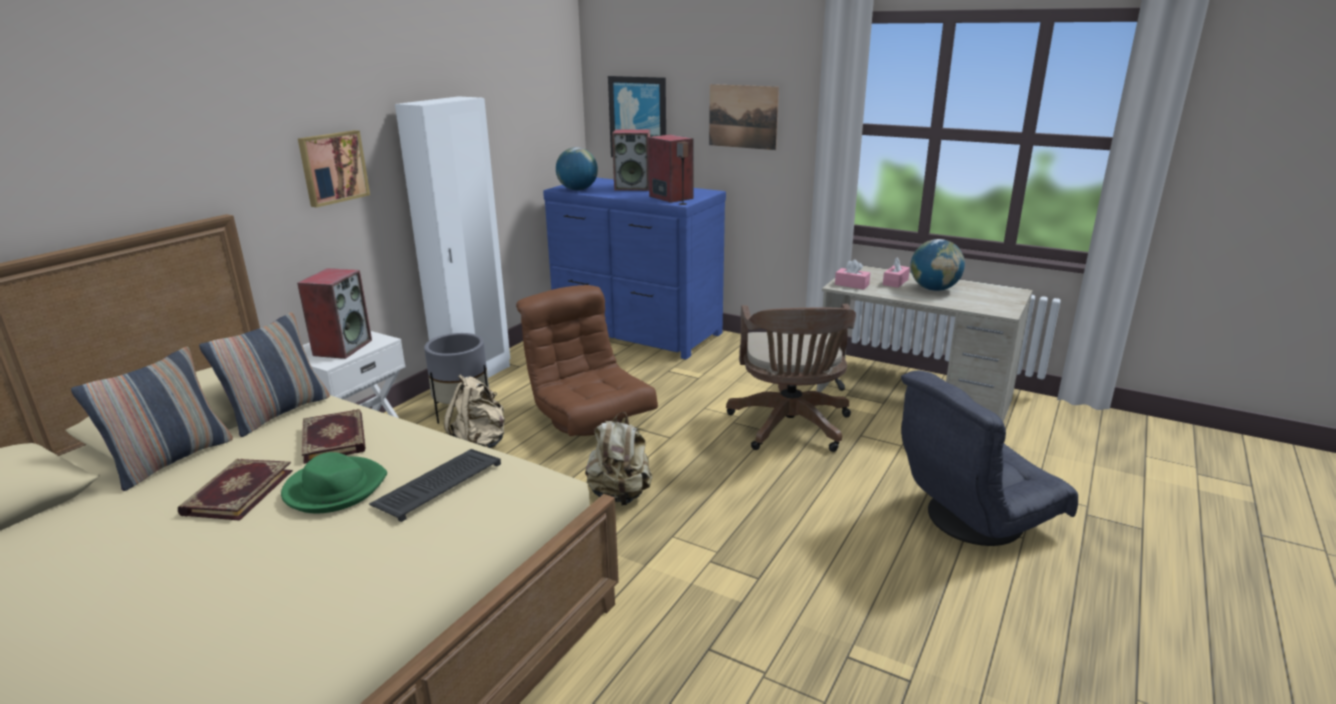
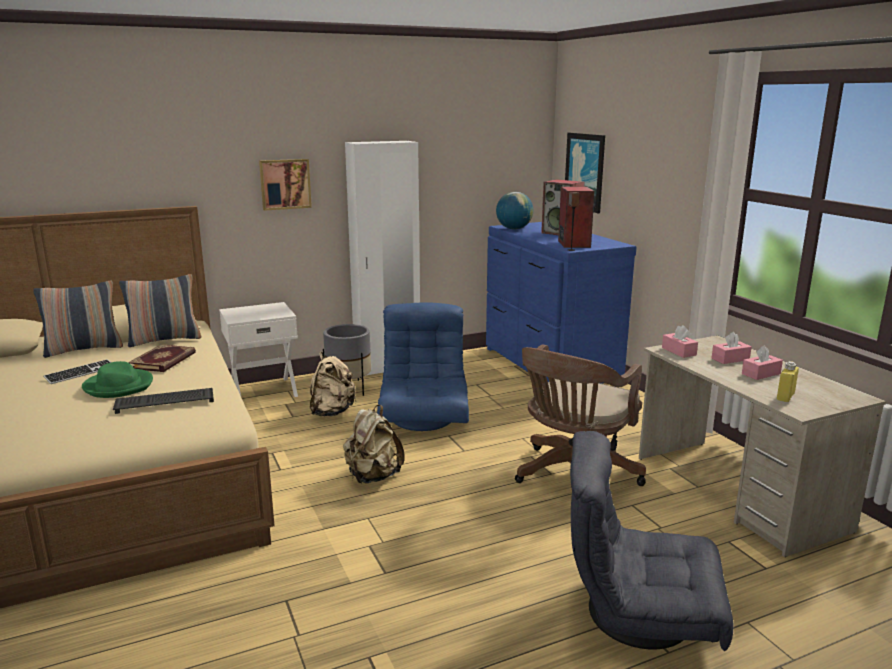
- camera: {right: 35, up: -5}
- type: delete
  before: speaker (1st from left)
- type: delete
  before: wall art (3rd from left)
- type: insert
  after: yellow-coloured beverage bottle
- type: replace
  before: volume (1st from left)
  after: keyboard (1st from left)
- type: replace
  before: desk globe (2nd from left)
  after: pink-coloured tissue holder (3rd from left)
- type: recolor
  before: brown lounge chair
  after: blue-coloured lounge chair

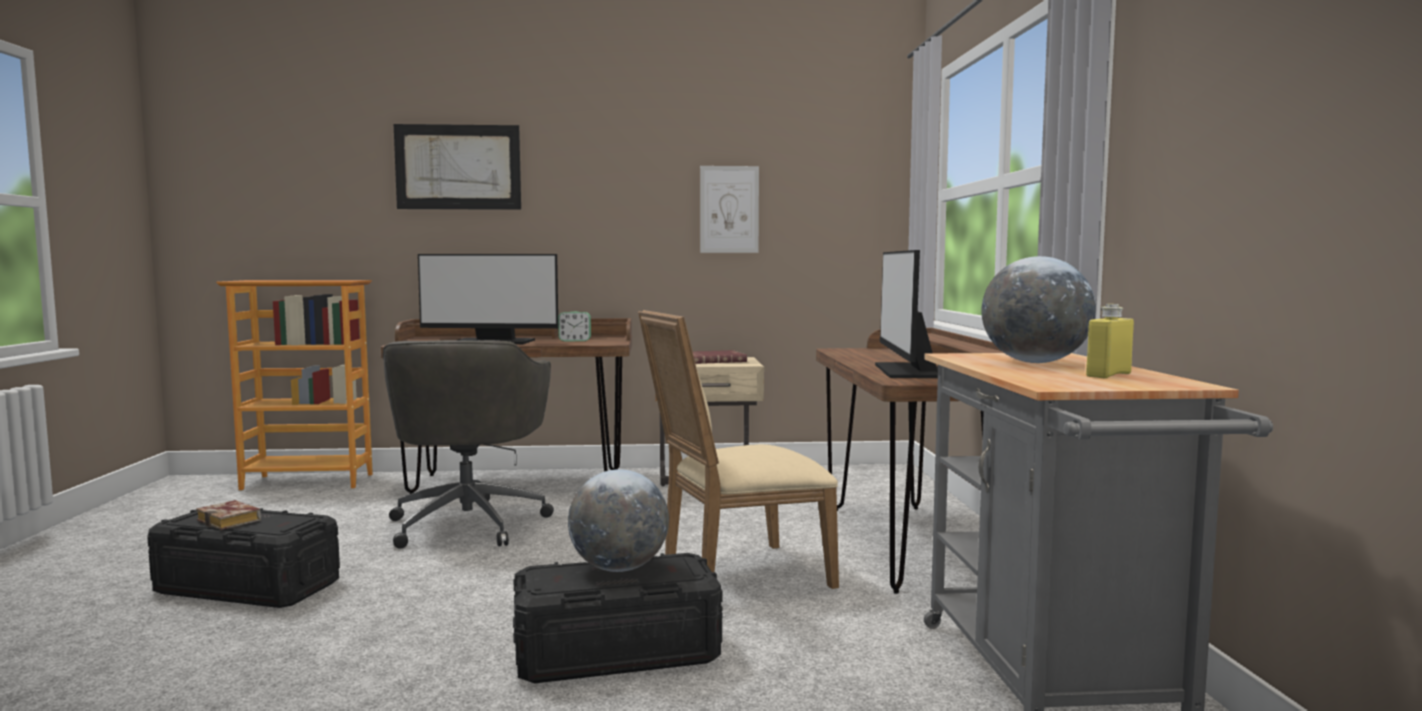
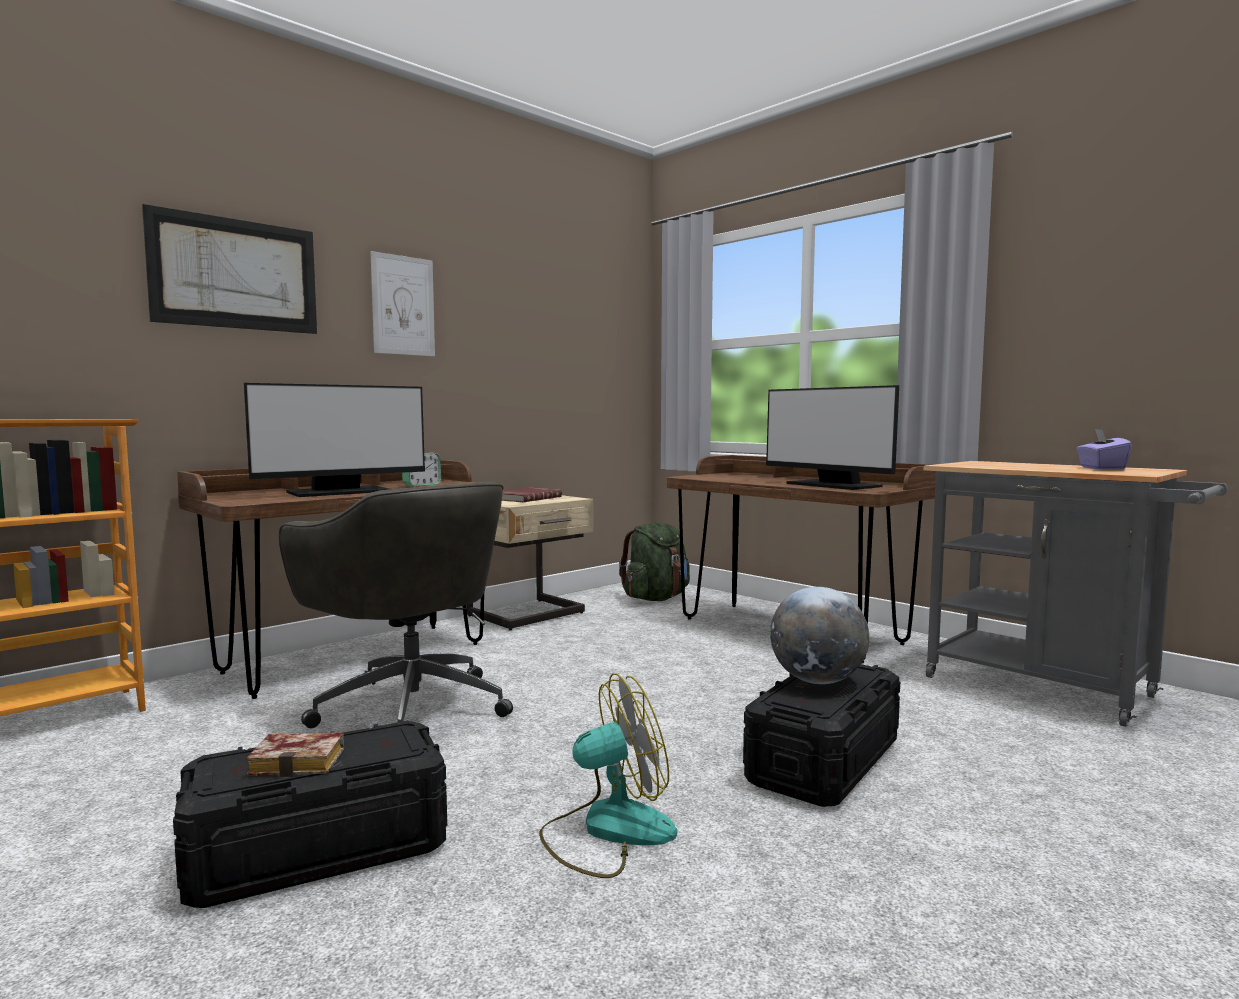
- camera: {right: -40, up: 0}
- type: delete
  before: beige upright chair
- type: delete
  before: desk globe (2nd from left)
- type: insert
  after: electric fan
- type: insert
  after: green-coloured backpack
- type: move
  before: wall art (2nd from left)
- type: replace
  before: yellow-coloured beverage bottle
  after: purplish tissue holder

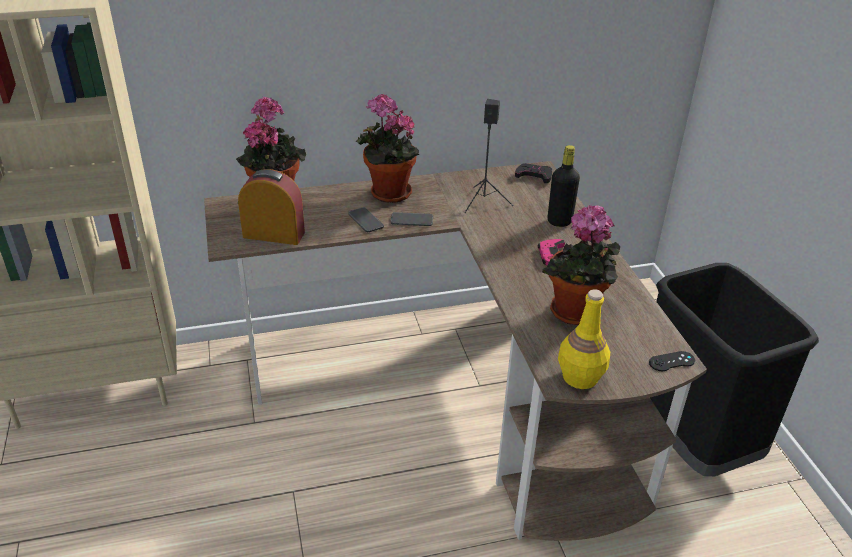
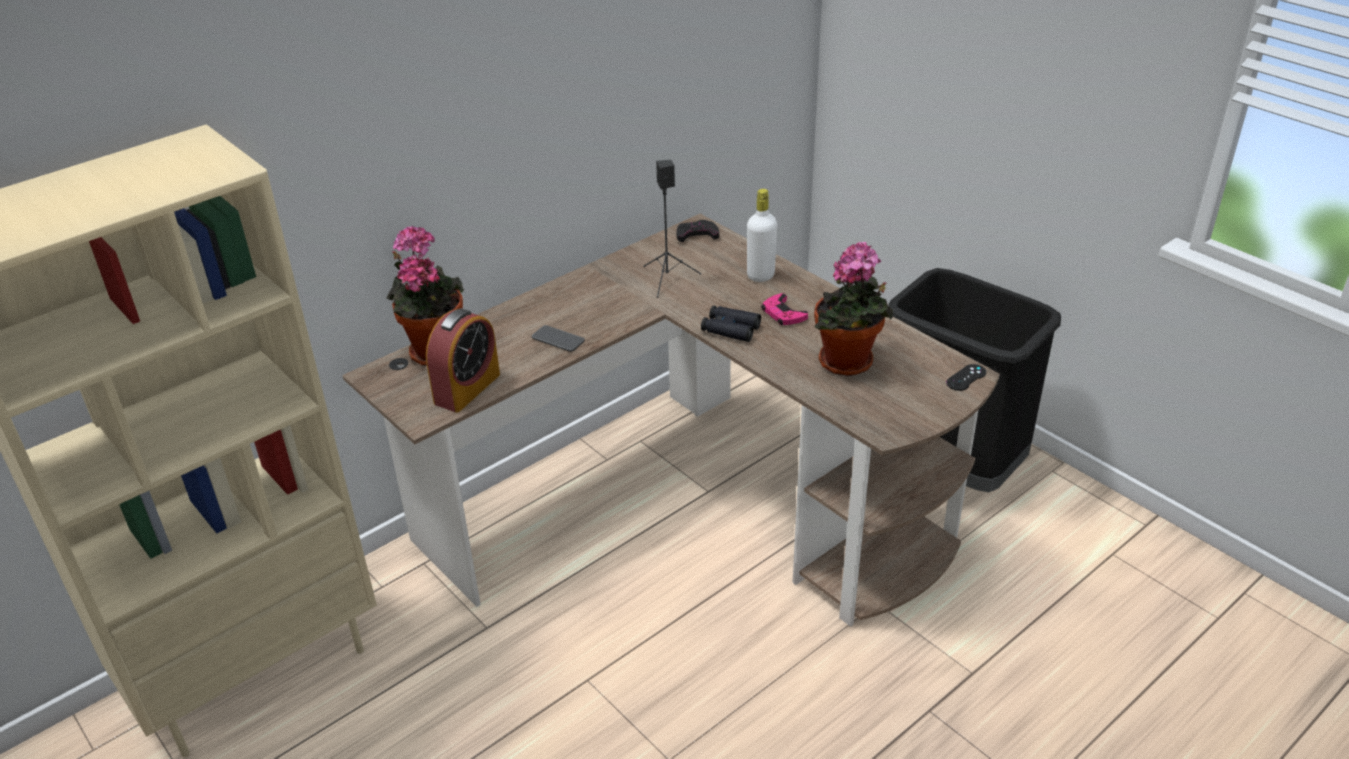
- camera: {right: -25, up: 0}
- type: delete
  before: houseplant (2nd from left)
- type: delete
  before: handset (2nd from left)
- type: delete
  before: yellow-coloured beverage bottle
- type: insert
  after: black field glasses
- type: recolor
  before: black beverage bottle
  after: white beverage bottle
- type: rotate
  before: bedside clock
  turn: 135

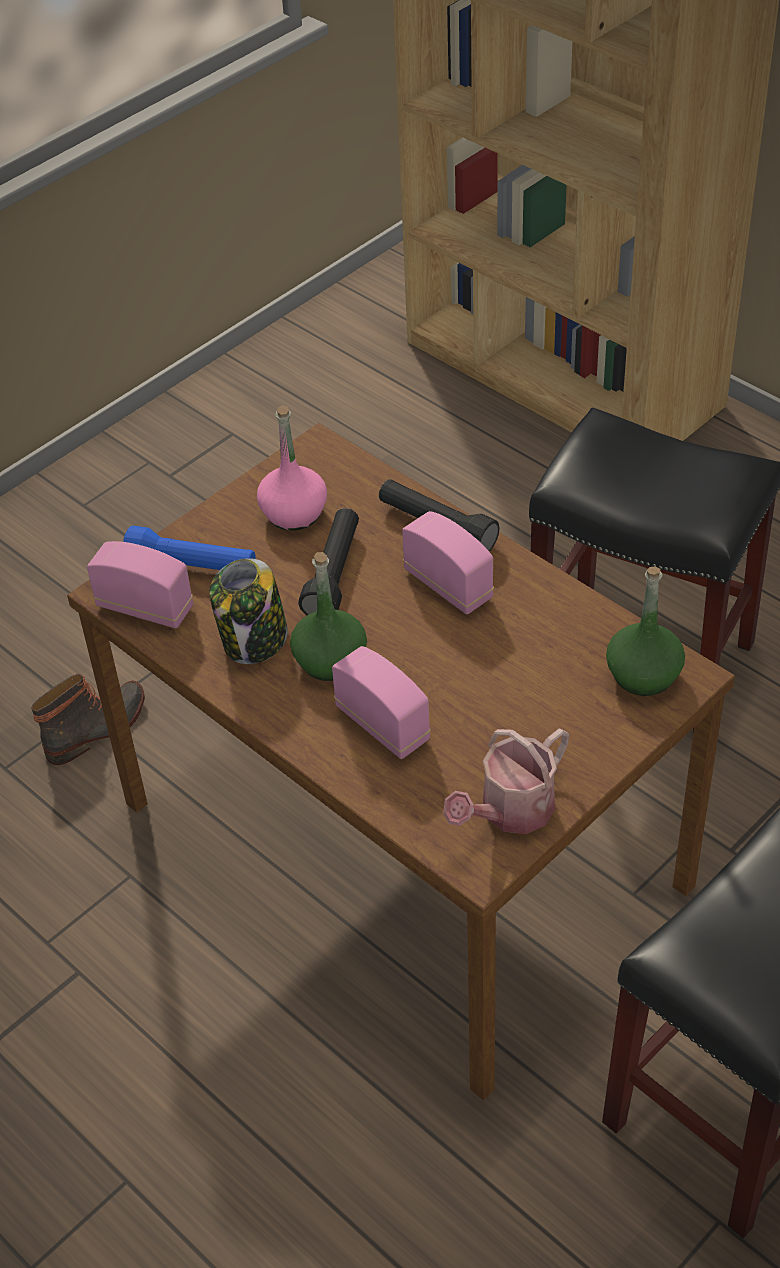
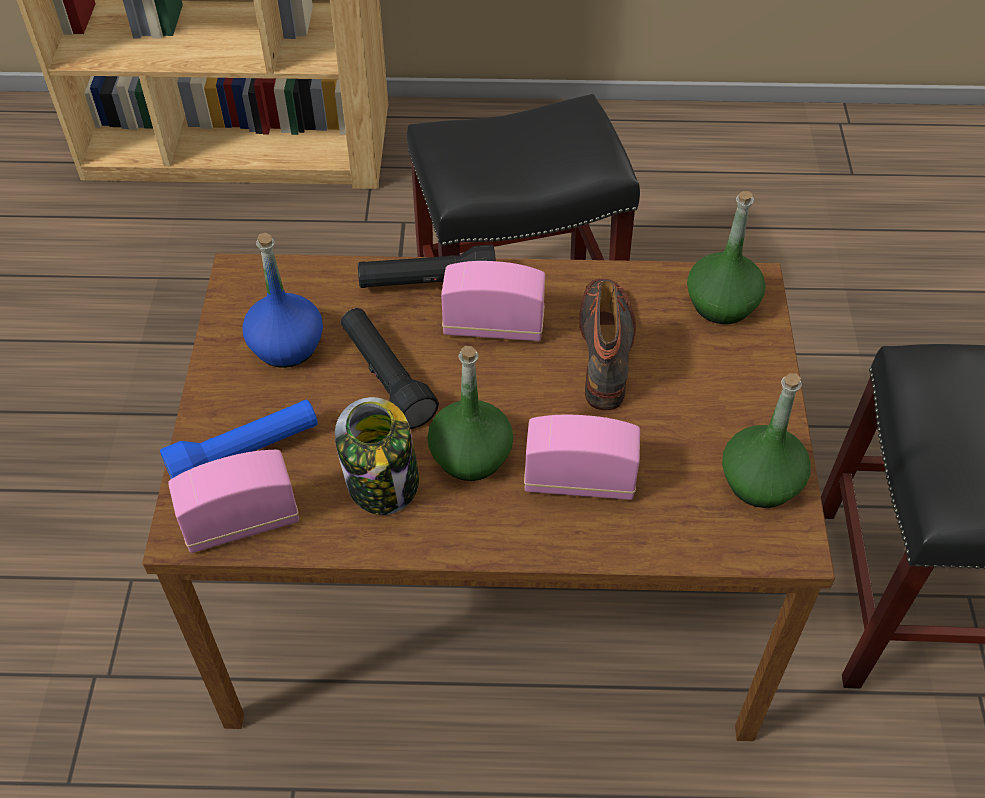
- camera: {right: -45, up: 5}
- type: move
  before: high-top boot
- type: replace
  before: sprinkling can
  after: green-coloured beverage bottle (3rd from left)
- type: recolor
  before: pink-coloured beverage bottle
  after: blue-coloured beverage bottle

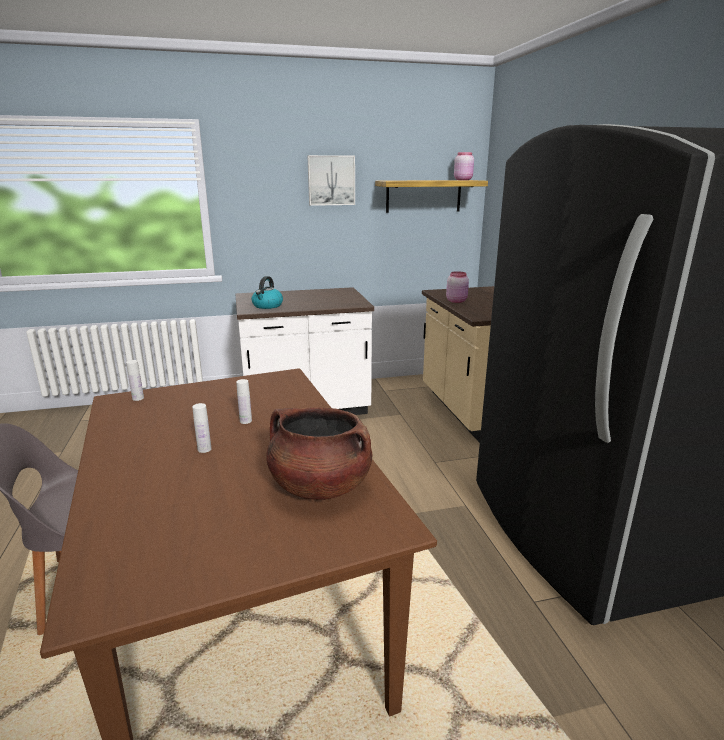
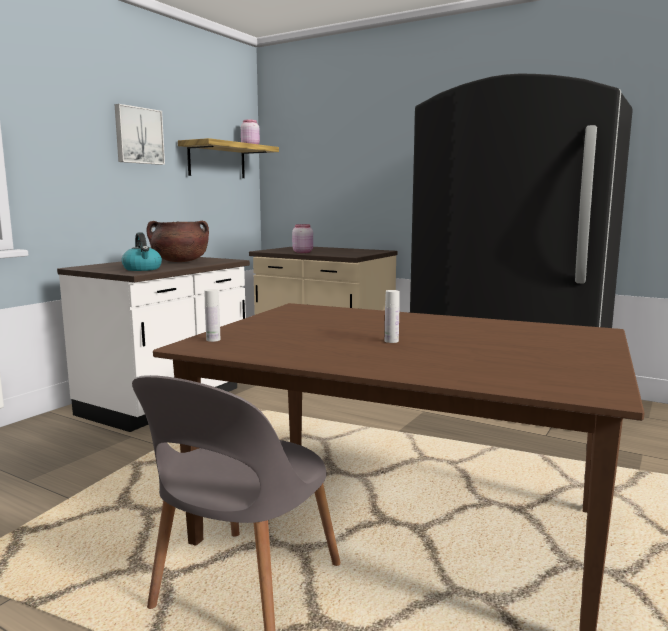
- camera: {right: -45, up: -10}
- type: delete
  before: white beverage bottle (3rd from left)
- type: move
  before: brown cooking pot

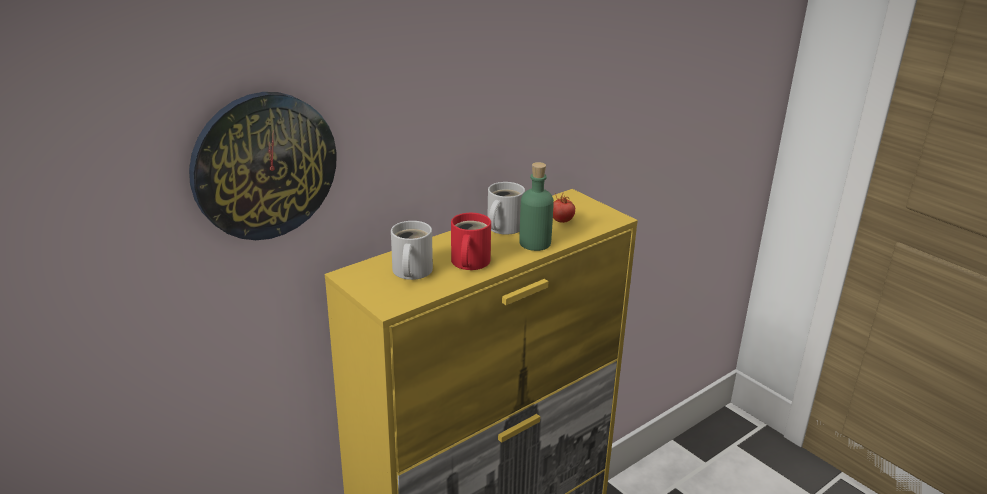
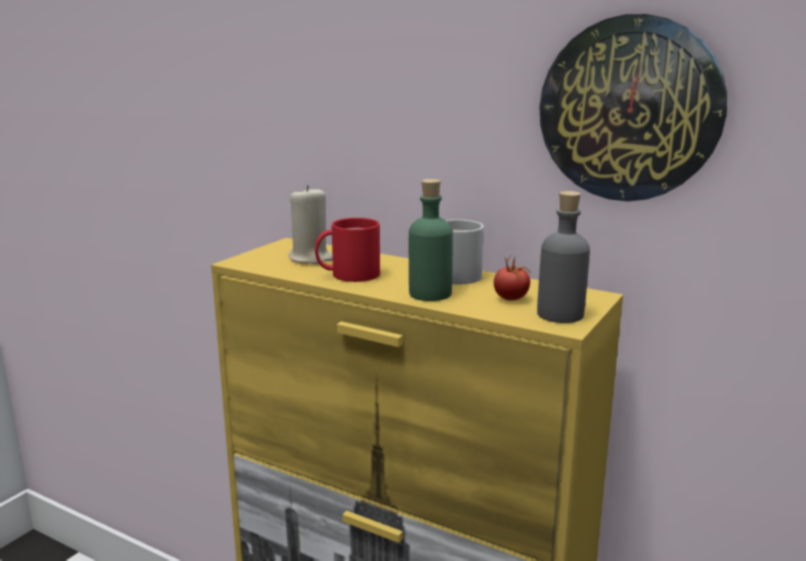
- camera: {right: 70, up: -10}
- type: insert
  after: greyish beverage bottle
- type: move
  before: clock on the wall
- type: replace
  before: white coffee mug (1st from left)
  after: beige candle

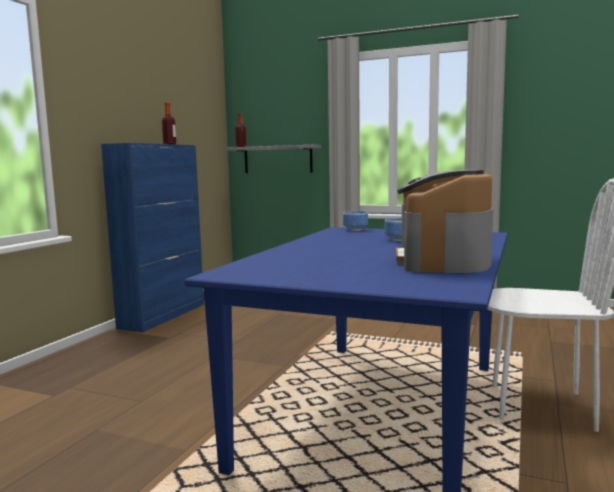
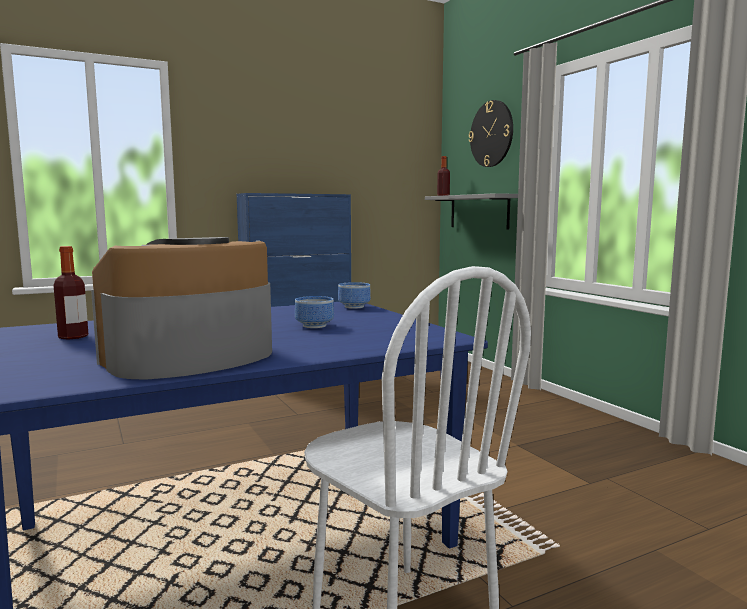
- camera: {right: 40, up: 0}
- type: insert
  after: clock on the wall
- type: move
  before: beverage bottle (1st from left)

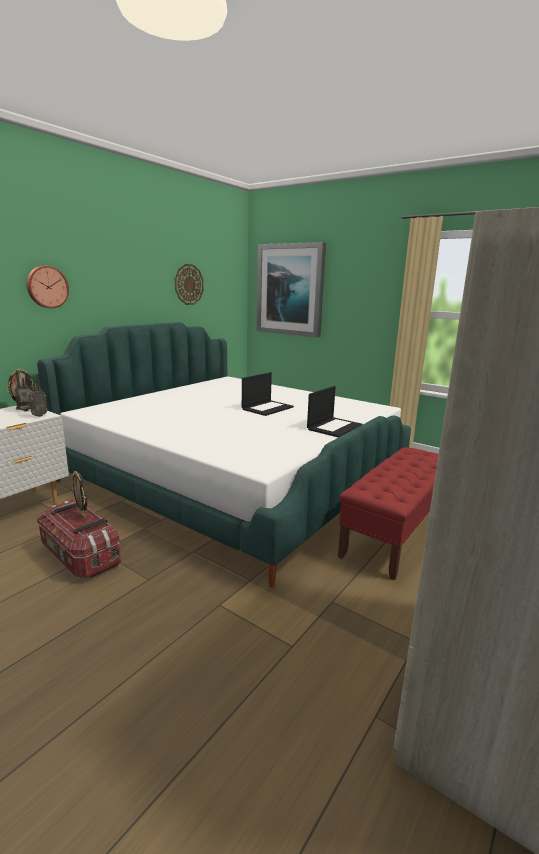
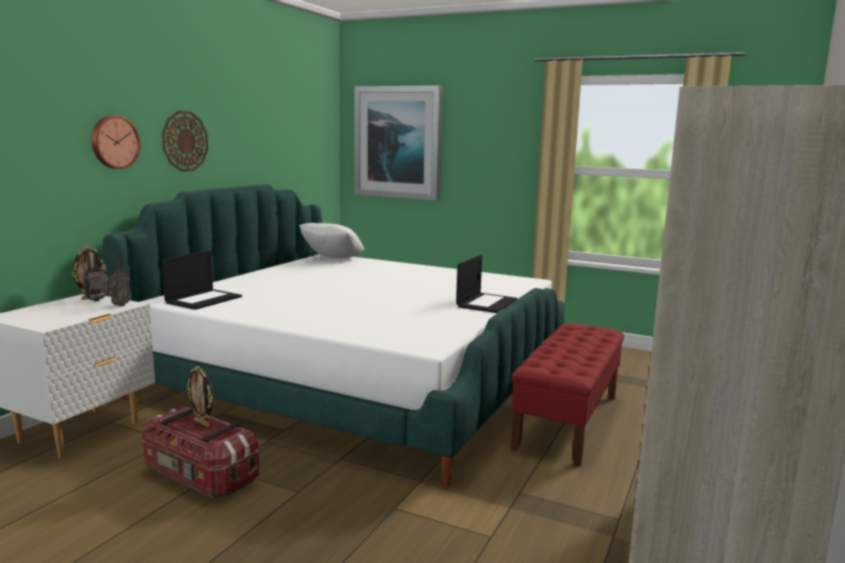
- camera: {right: -10, up: -5}
- type: insert
  after: white throw pillow
- type: move
  before: clock on the wall (2nd from left)
- type: move
  before: laptop (1st from left)

